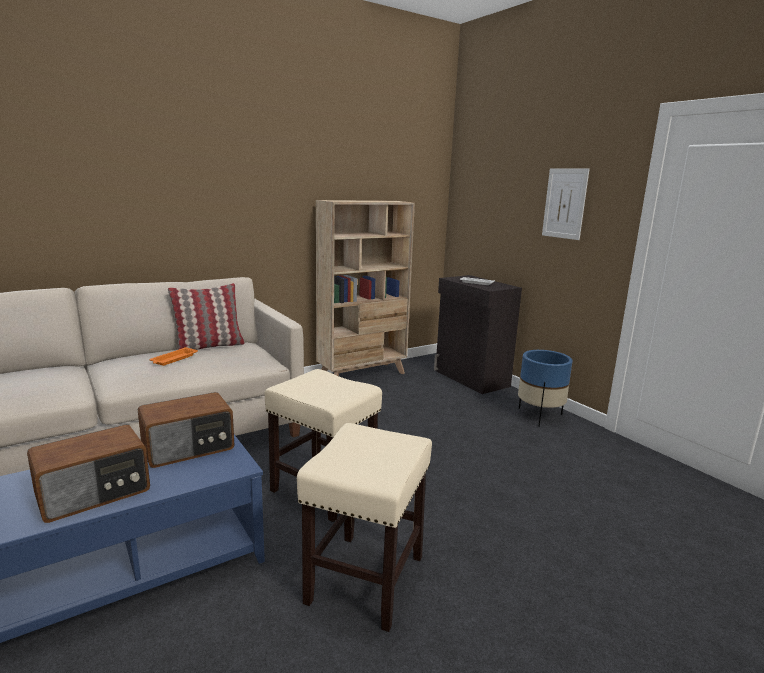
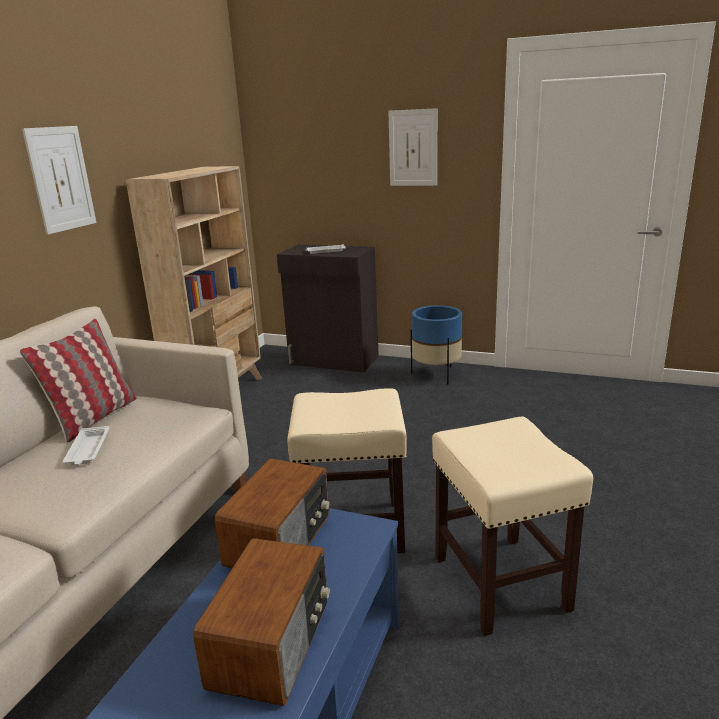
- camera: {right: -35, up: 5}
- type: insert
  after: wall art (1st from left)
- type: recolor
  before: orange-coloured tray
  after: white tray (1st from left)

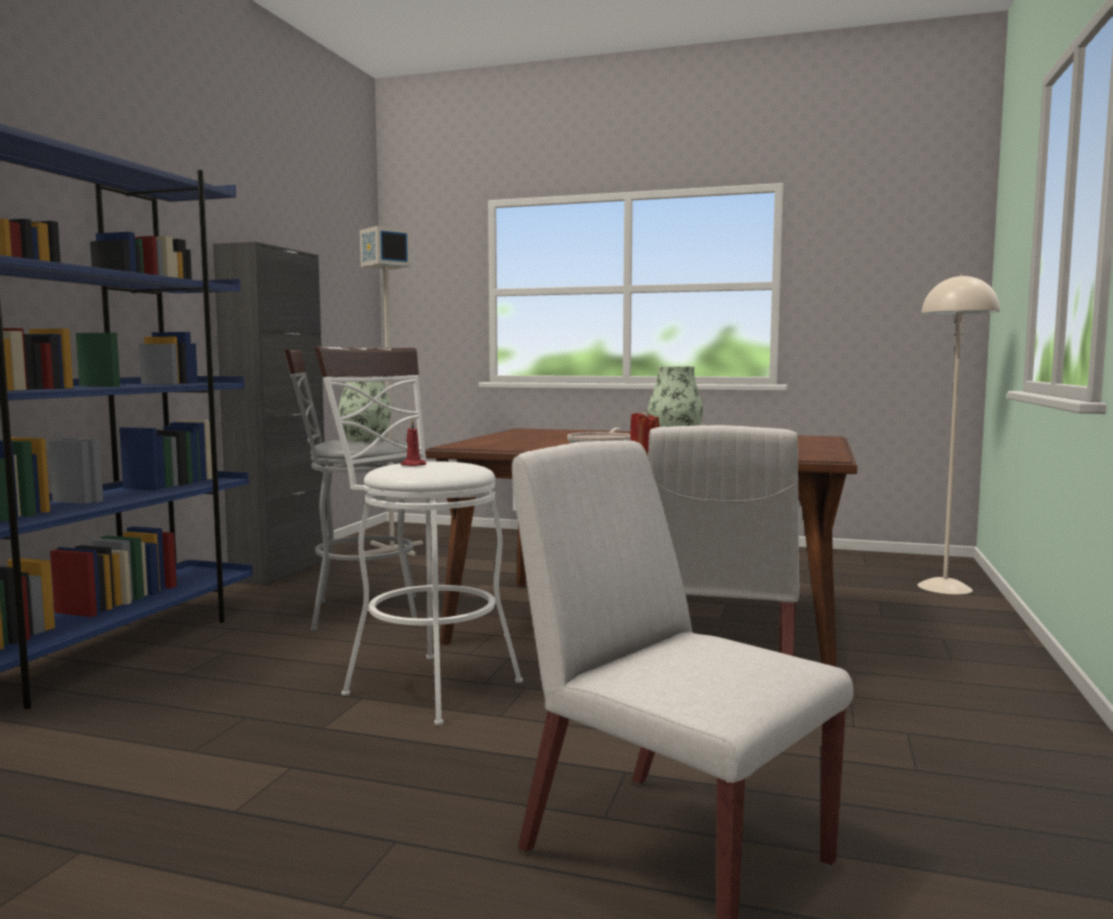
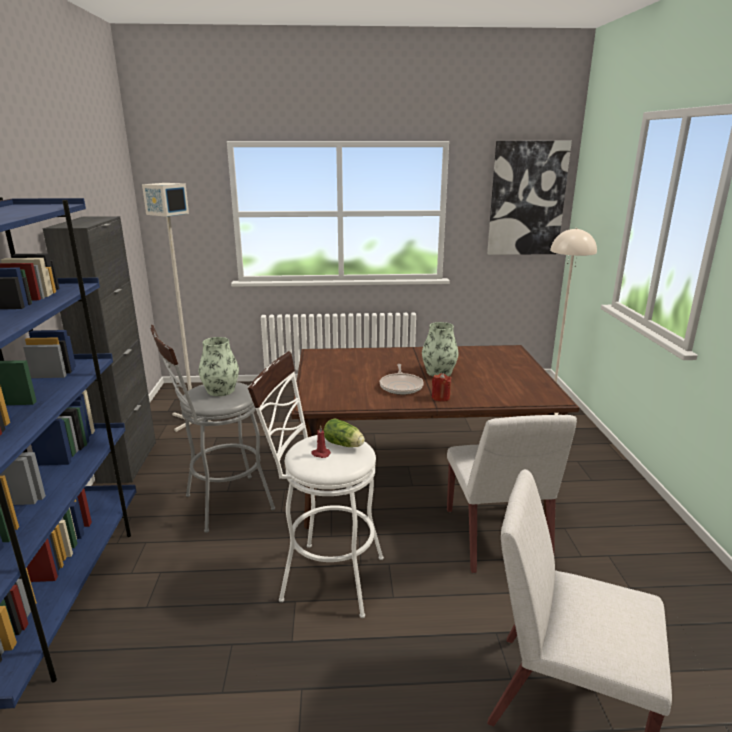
- camera: {right: -20, up: 15}
- type: insert
  after: lettuce head
- type: insert
  after: wall art

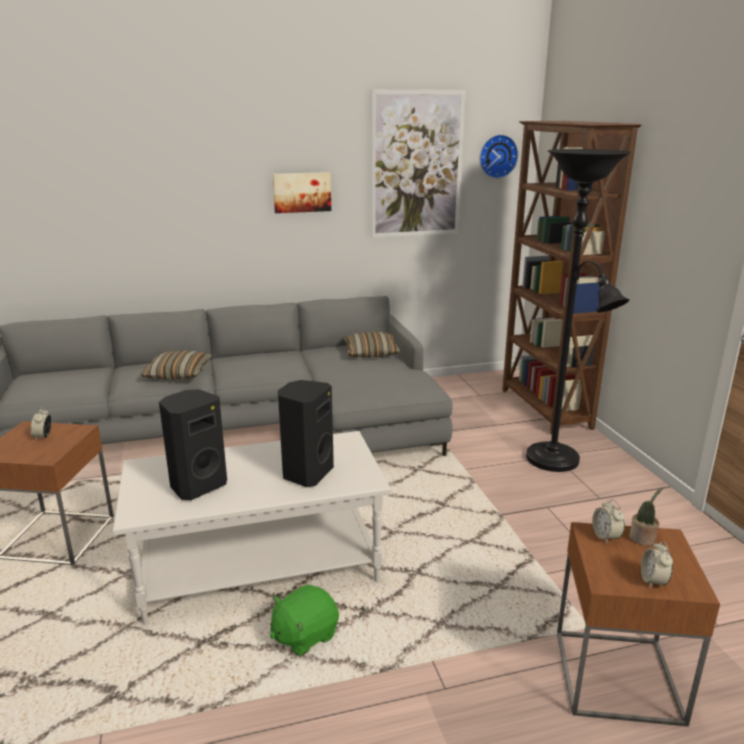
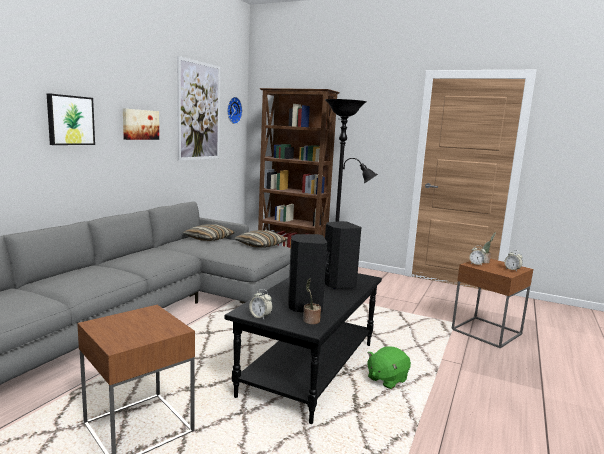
- camera: {right: -50, up: -10}
- type: insert
  after: wall art (1st from left)
- type: insert
  after: houseplant (1st from left)
- type: move
  before: bedside clock (1st from left)
- type: move
  before: throw pillow (1st from left in the first image)
  after: throw pillow (2nd from left)
- type: recolor
  before: white lounge table
  after: black lounge table
- type: rotate
  before: green-coloured plush toy
  turn: 45

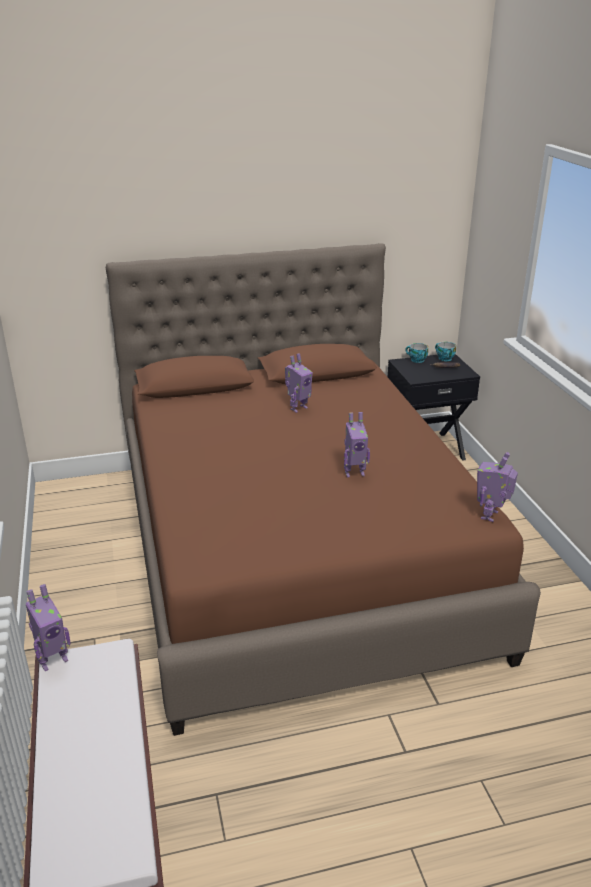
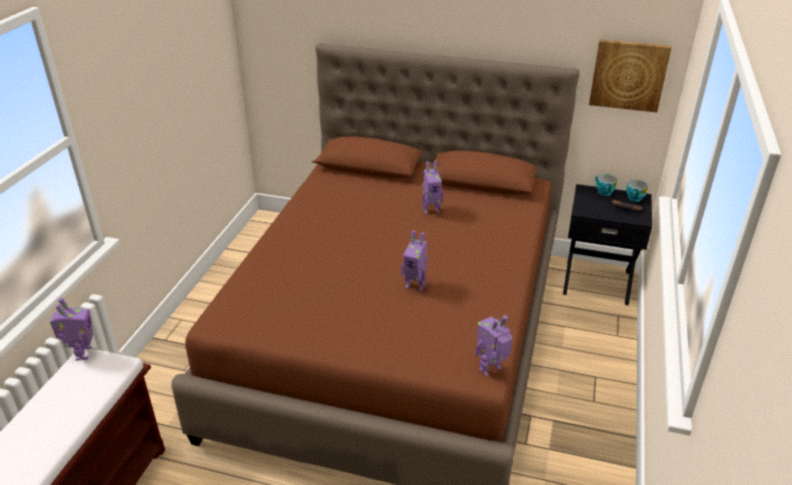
- camera: {right: 30, up: 5}
- type: insert
  after: wall art
- type: rotate
  before: toy robot (1st from left)
  turn: -90

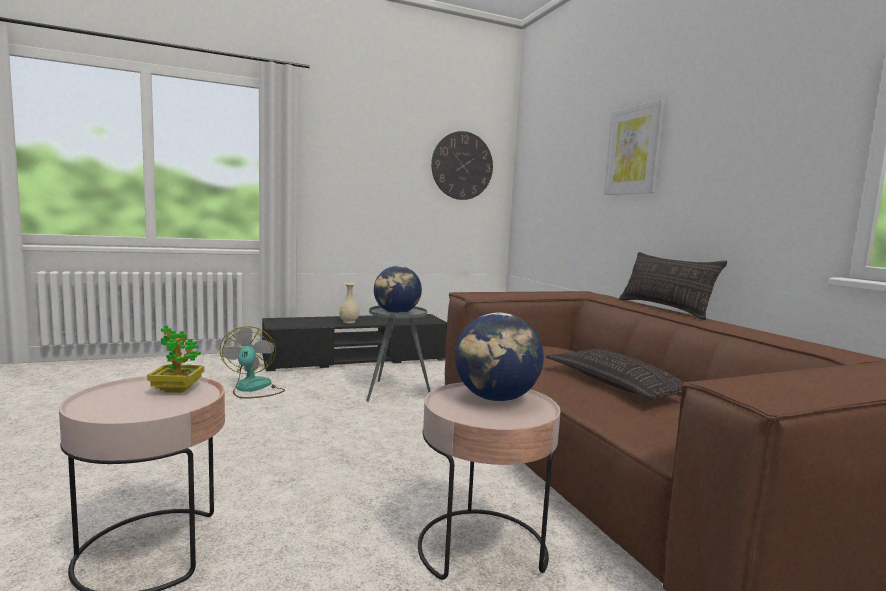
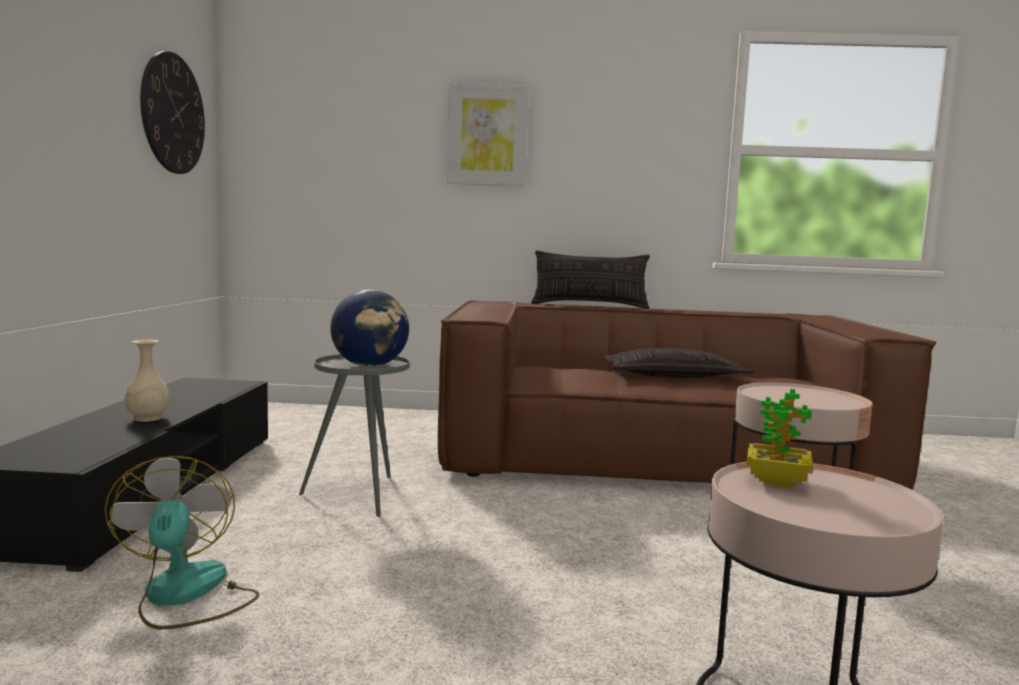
- camera: {right: -65, up: 0}
- type: delete
  before: desk globe (2nd from left)
- type: rotate
  before: electric fan
  turn: 60

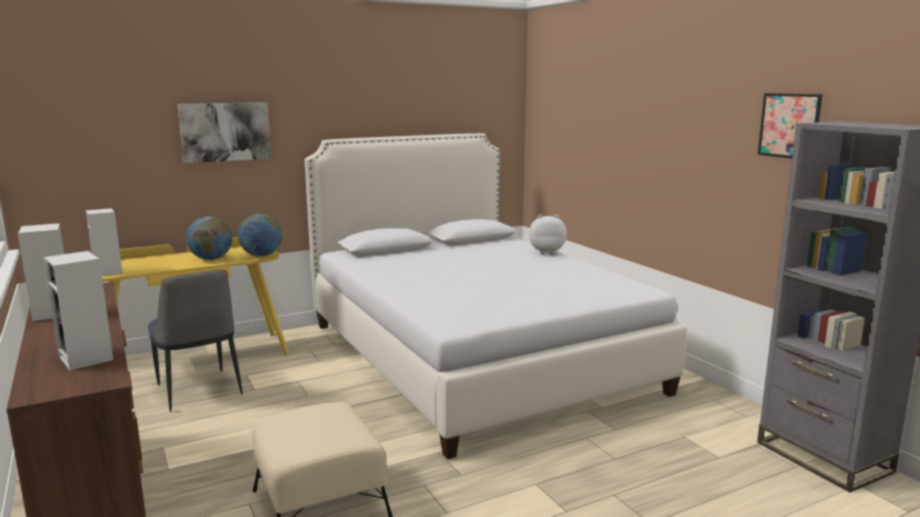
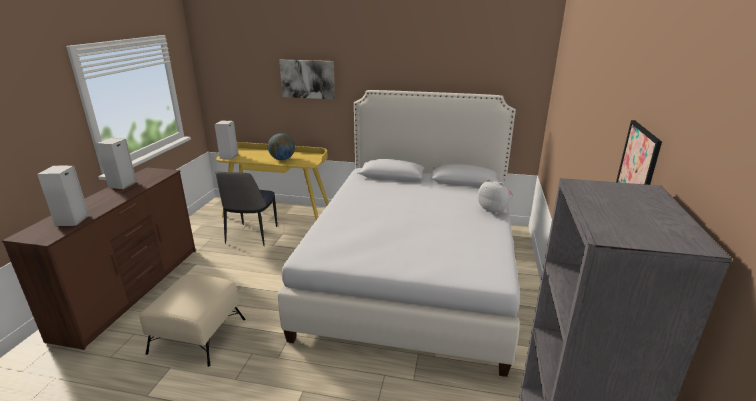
- camera: {right: 40, up: 10}
- type: delete
  before: desk globe (2nd from left)

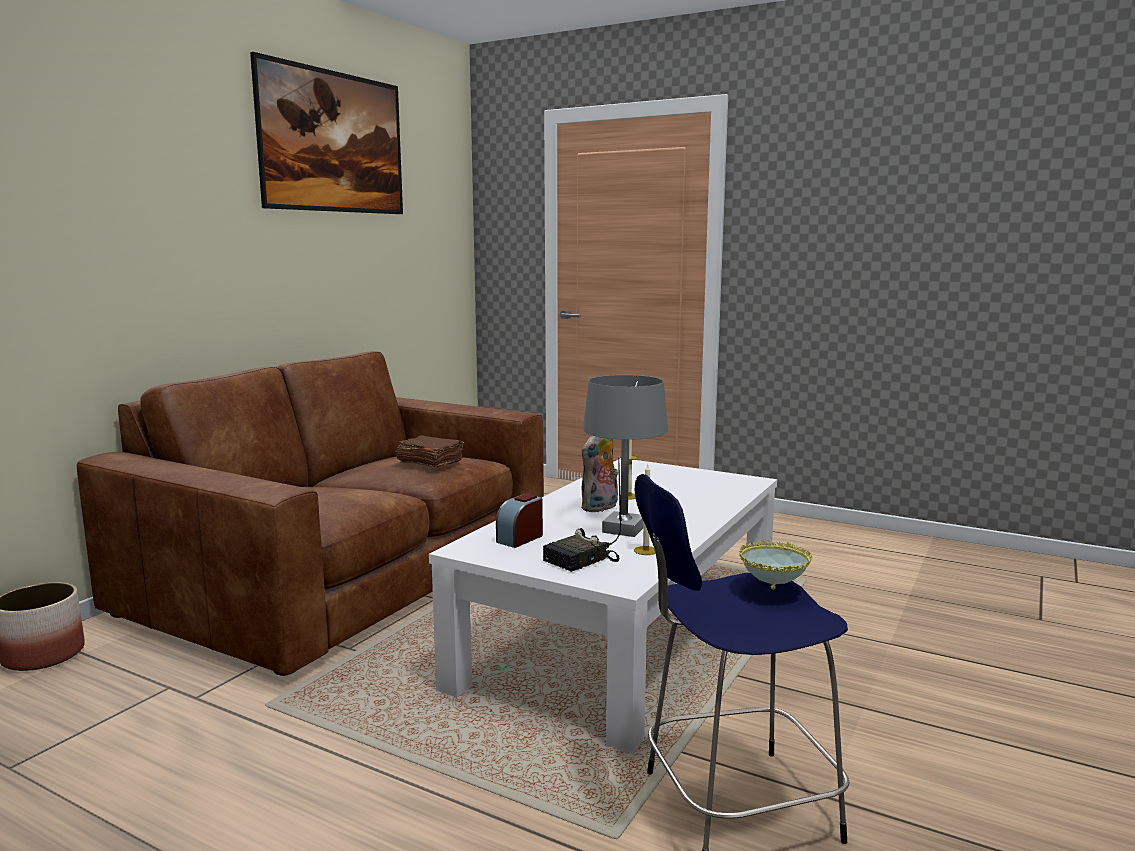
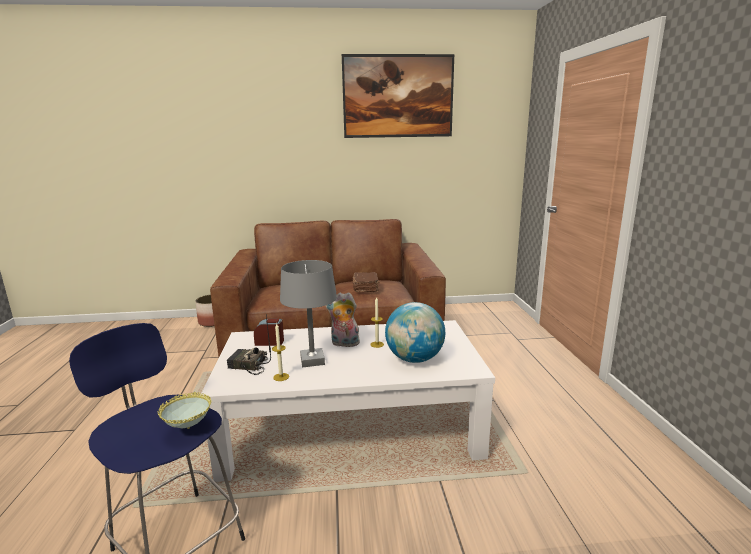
- camera: {right: 55, up: 5}
- type: insert
  after: desk globe

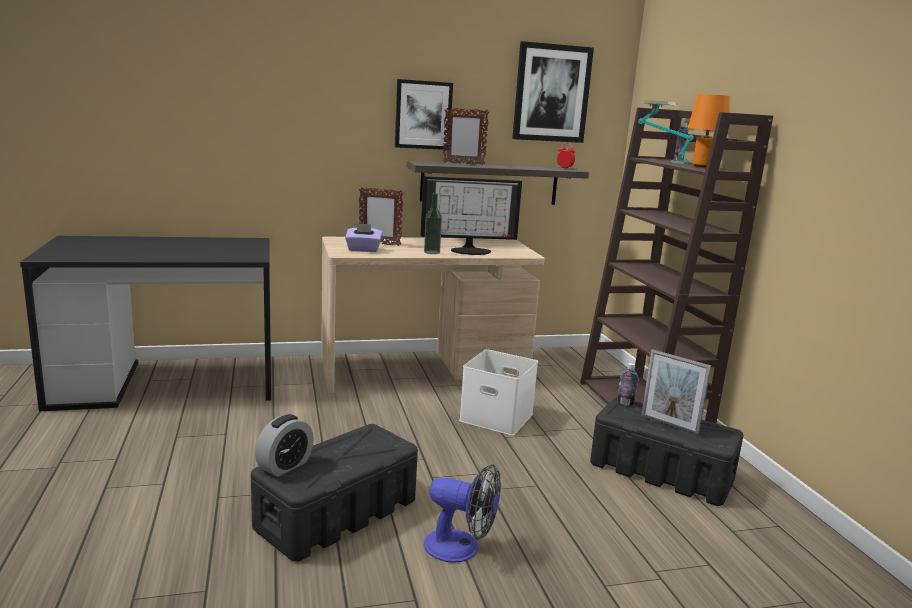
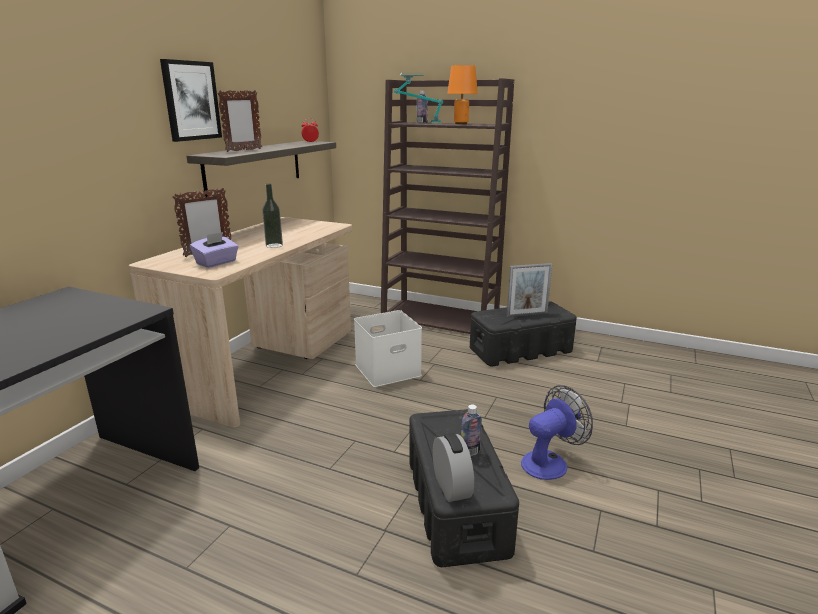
- camera: {right: -50, up: 5}
- type: delete
  before: monitor
- type: delete
  before: wall art (2nd from left)
- type: move
  before: beverage bottle (2nd from left in the first image)
  after: beverage bottle (3rd from left)

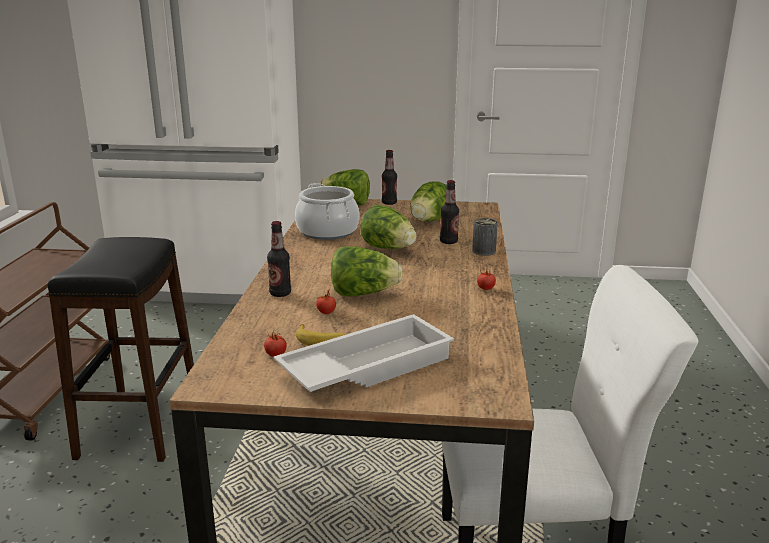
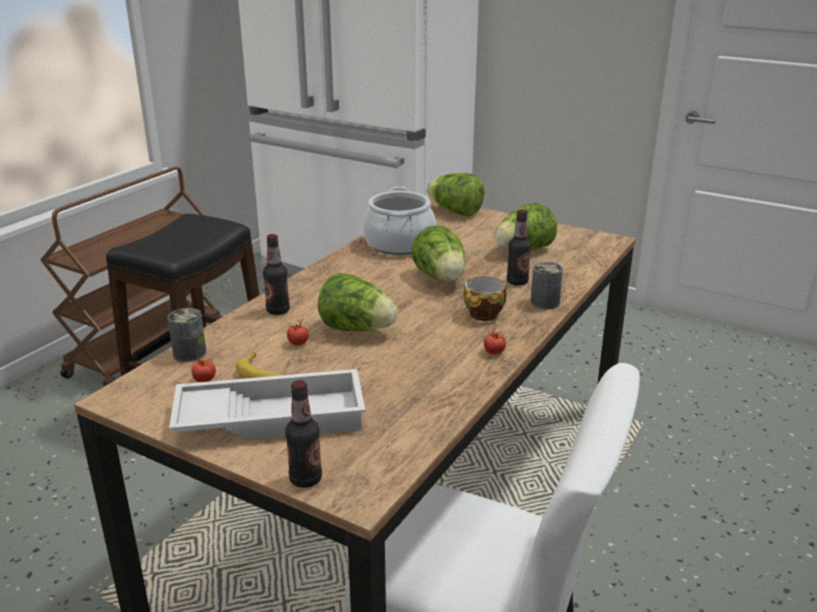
- camera: {right: 25, up: 5}
- type: insert
  after: metal can (1st from left)
- type: insert
  after: cup
- type: move
  before: beverage bottle (2nd from left)

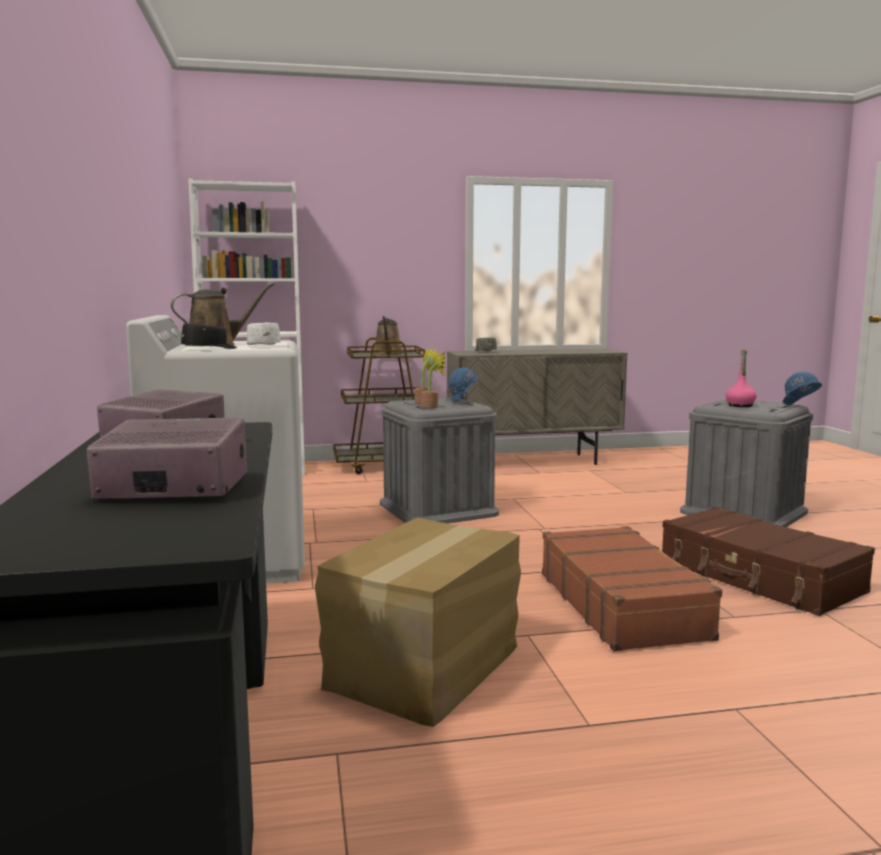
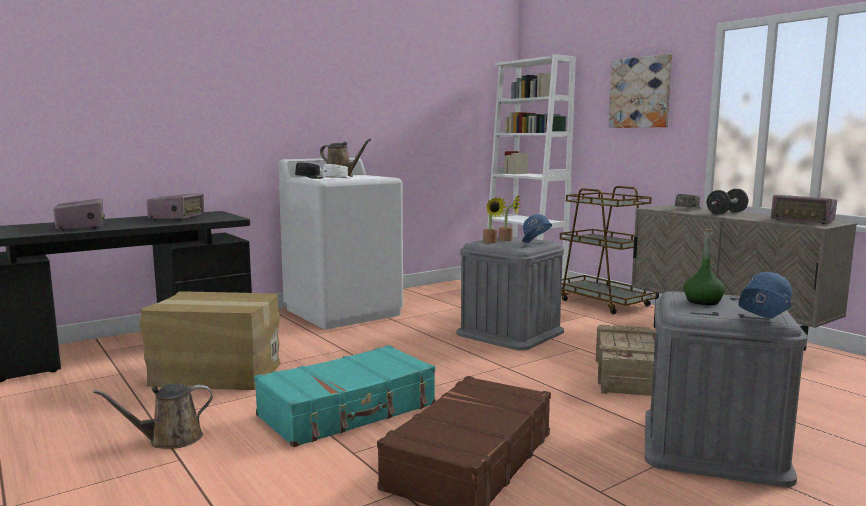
- camera: {right: 65, up: 0}
- type: insert
  after: crate
- type: insert
  after: wall art
- type: insert
  after: black free weight
- type: insert
  after: radio receiver (3rd from left)
- type: move
  before: brown sprinkling can (2nd from left in the first image)
  after: brown sprinkling can (1st from left)
- type: recolor
  before: brown travel case (1st from left)
  after: blue-green travel case
- type: recolor
  before: pink-coloured beverage bottle
  after: green-coloured beverage bottle

